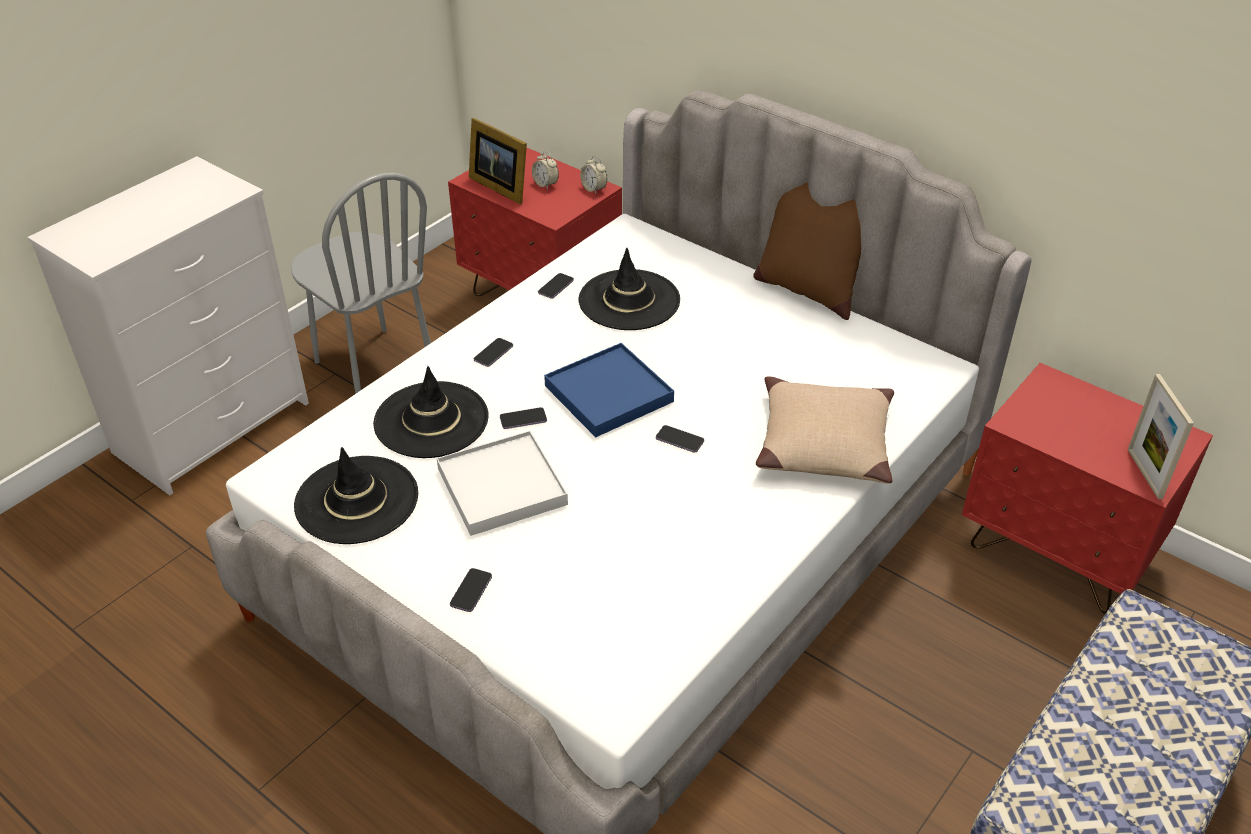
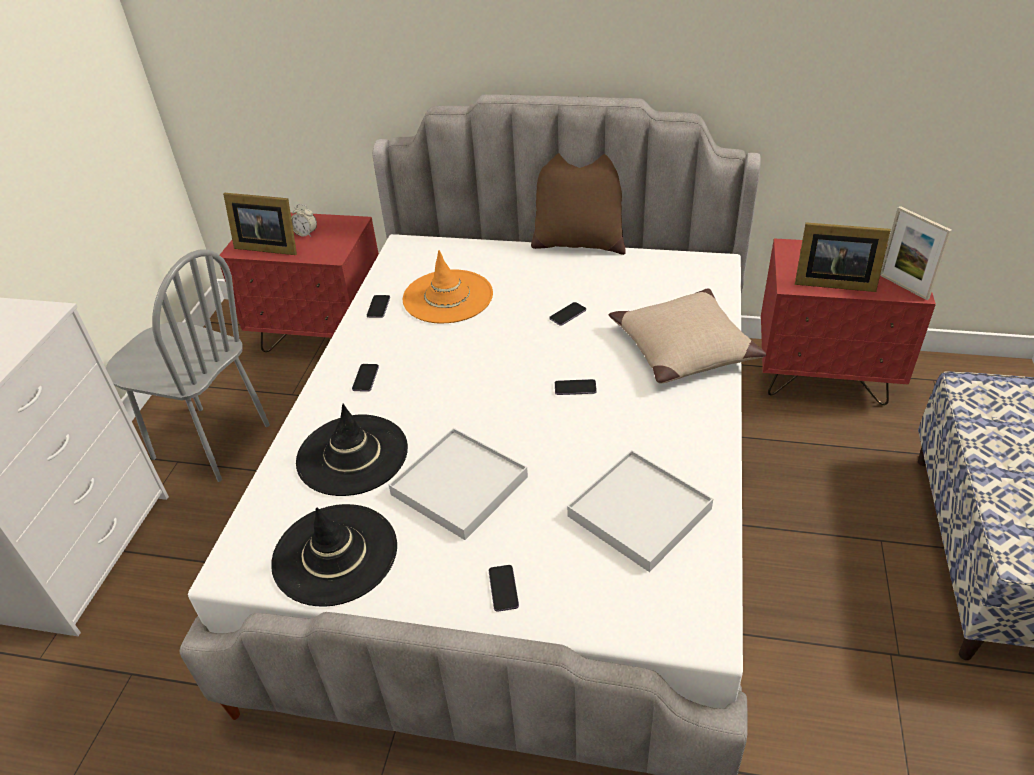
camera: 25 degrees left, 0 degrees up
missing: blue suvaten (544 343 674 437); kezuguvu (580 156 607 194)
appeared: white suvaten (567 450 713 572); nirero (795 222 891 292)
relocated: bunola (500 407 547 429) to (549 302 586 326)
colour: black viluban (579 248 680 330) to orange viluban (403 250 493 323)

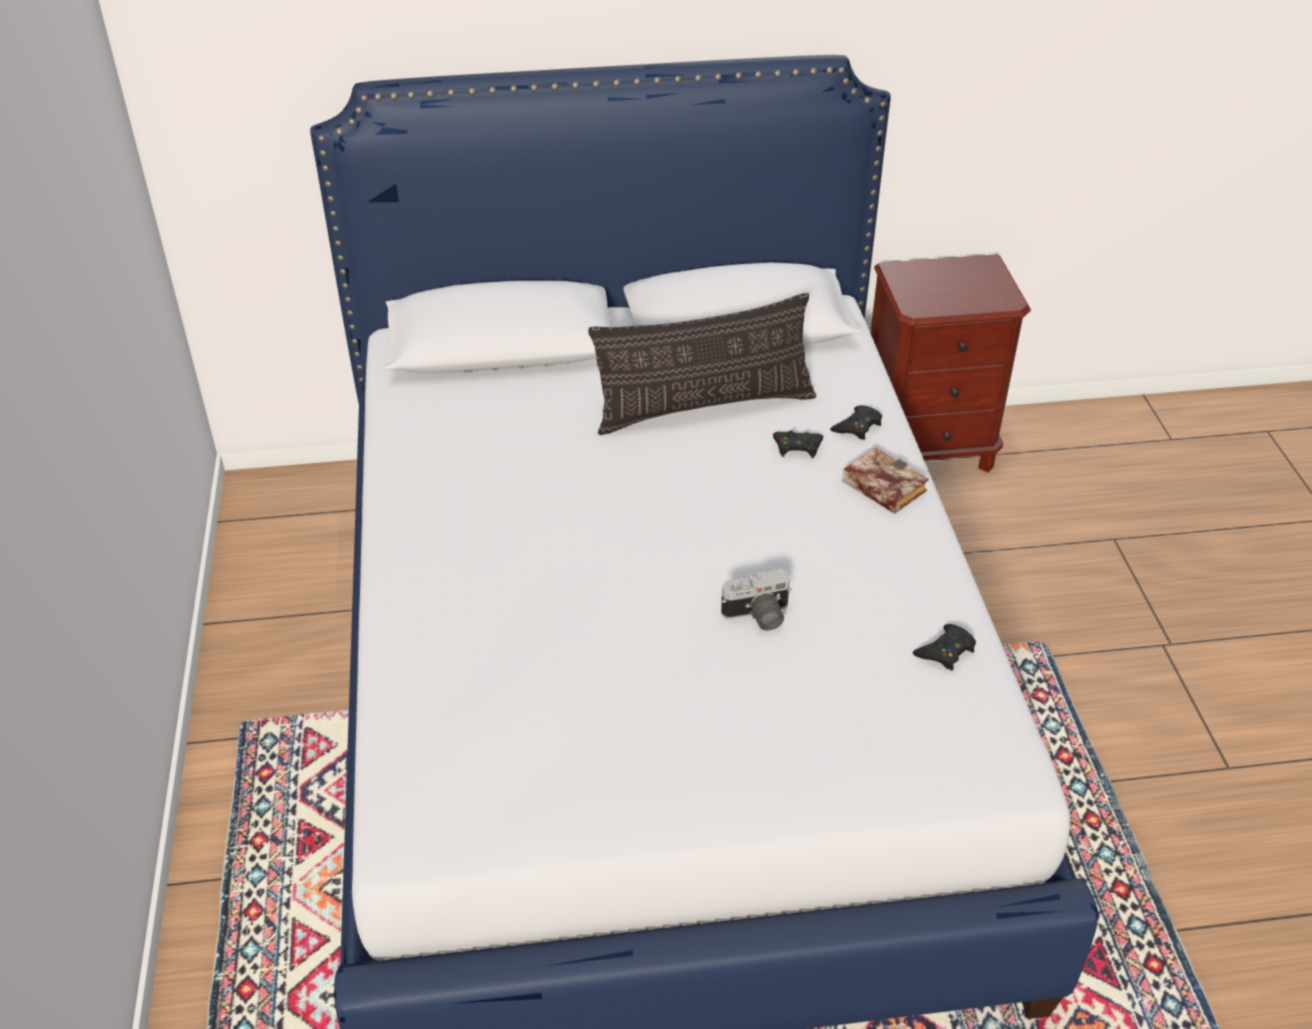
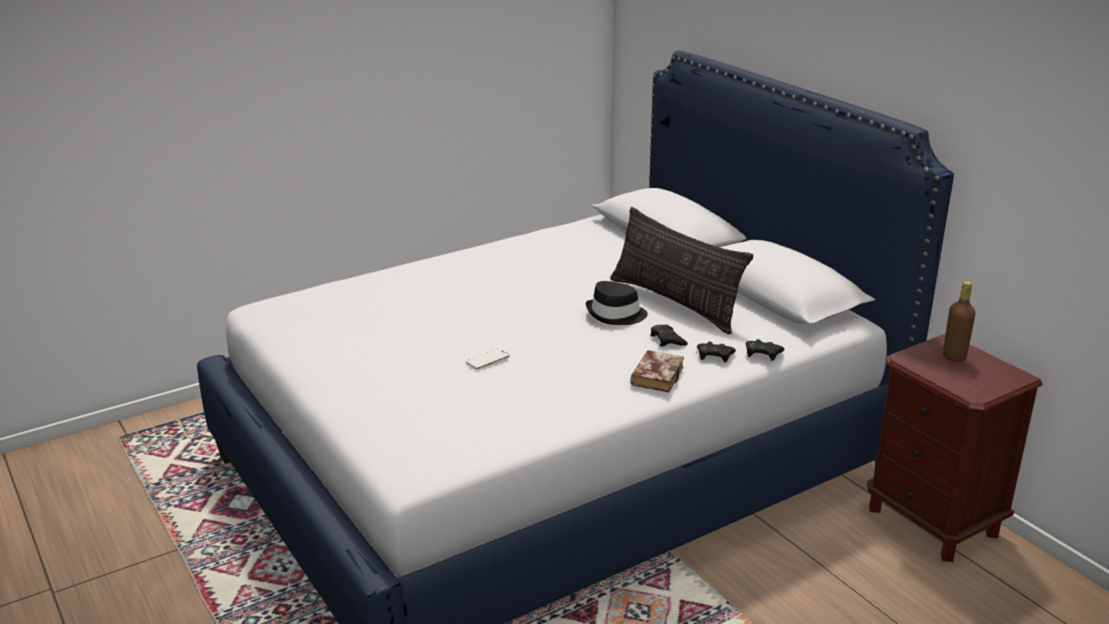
camera: 65 degrees right, 15 degrees down
appeared: black viluban (586 281 648 325); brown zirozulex (943 281 975 362)
relocated: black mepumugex (913 624 976 671) to (746 339 784 361)
exchanged: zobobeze (721 569 792 631) to bunola (466 348 510 370)

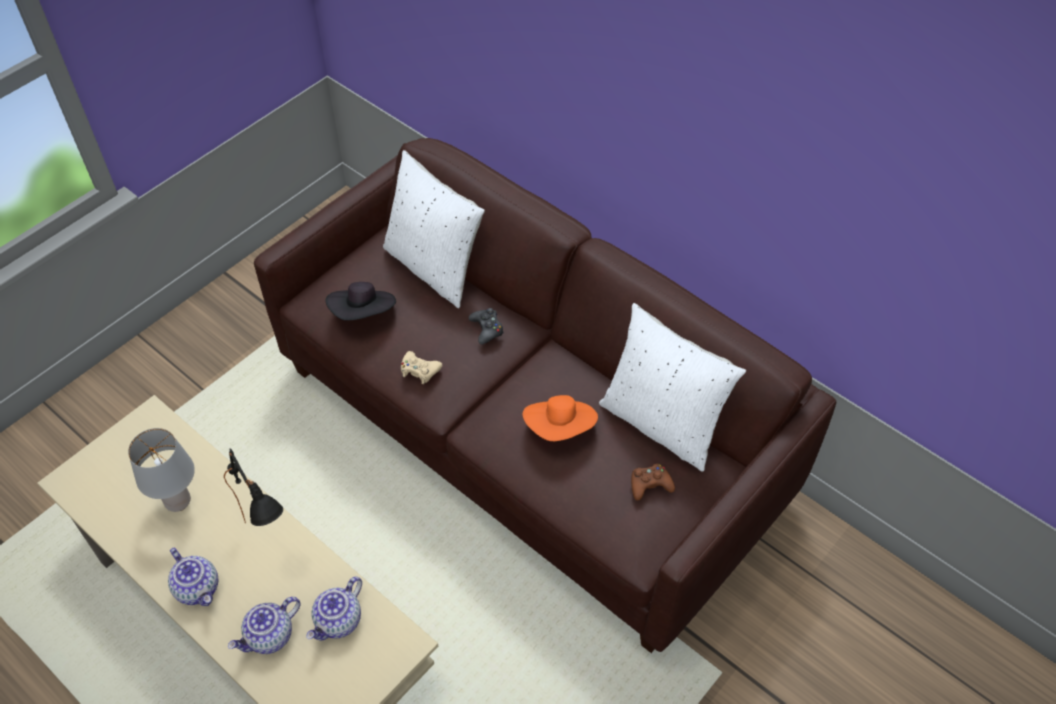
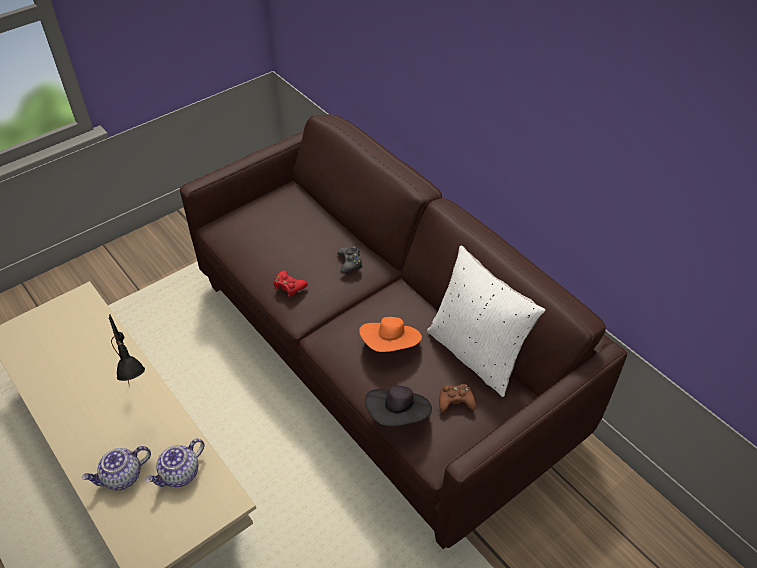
camera: 10 degrees right, 5 degrees down
missing: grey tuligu (128 428 195 512); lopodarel (168 548 218 606); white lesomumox (383 150 485 308)
relocated: black viluban (326 282 396 321) to (365 386 432 426)
colour: beige mepumugex (401 351 443 384) to red mepumugex (274 270 308 297)

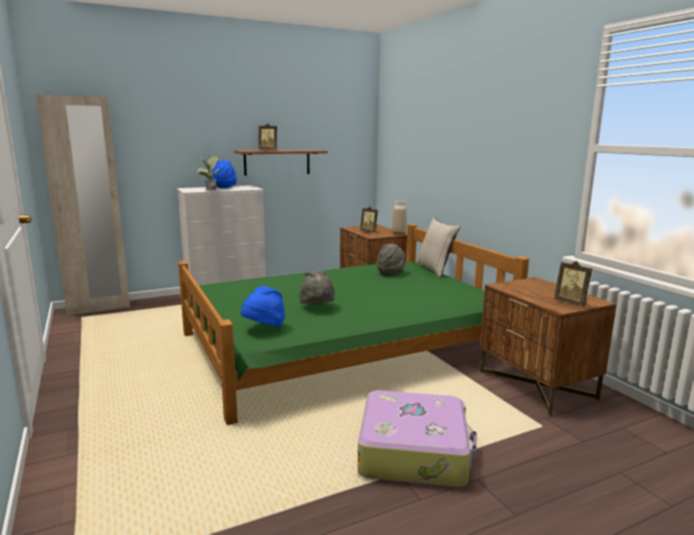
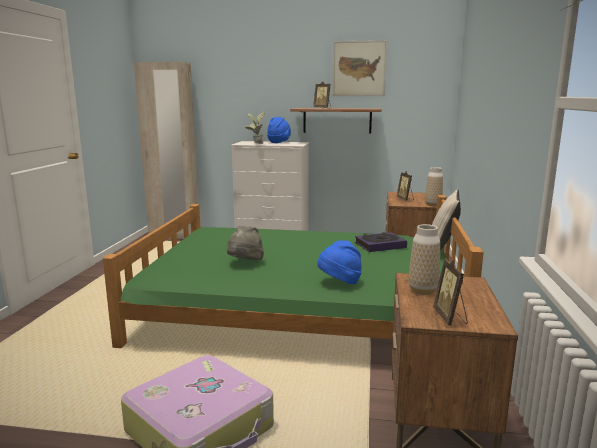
camera: 35 degrees right, 0 degrees up
appeared: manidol (332 40 387 96); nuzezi (409 224 440 295)
relocated: blue viluban (241 286 285 327) to (317 241 362 284)
exchanged: grey viluban (377 243 405 276) to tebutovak (355 232 407 252)

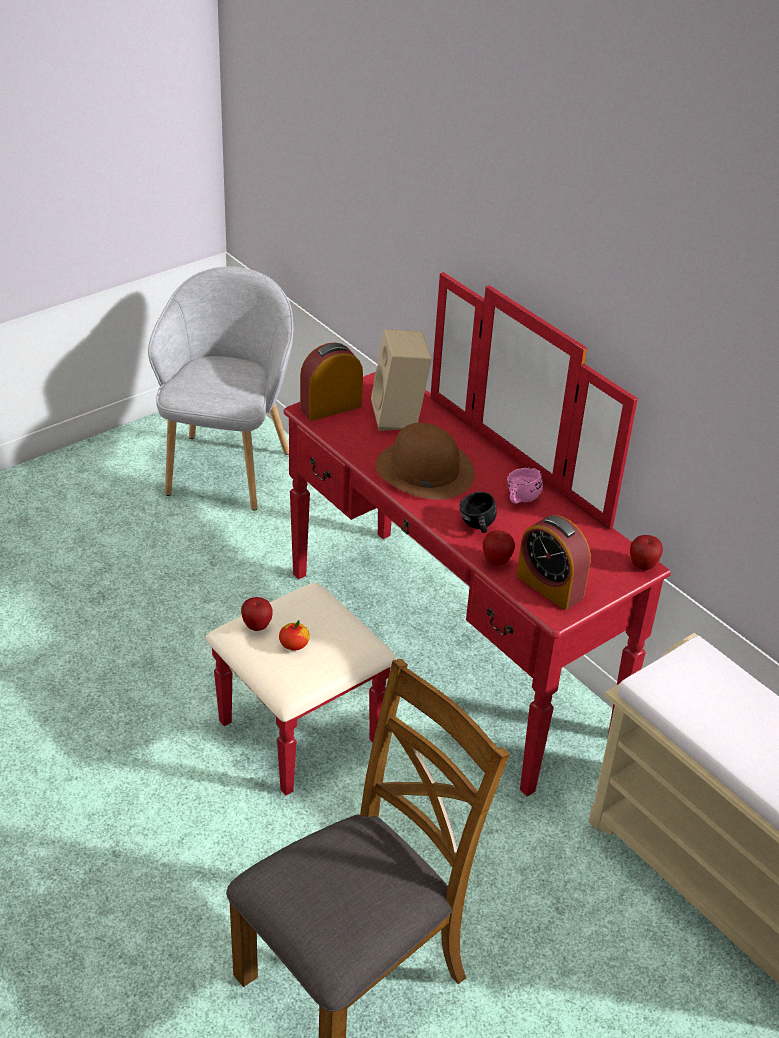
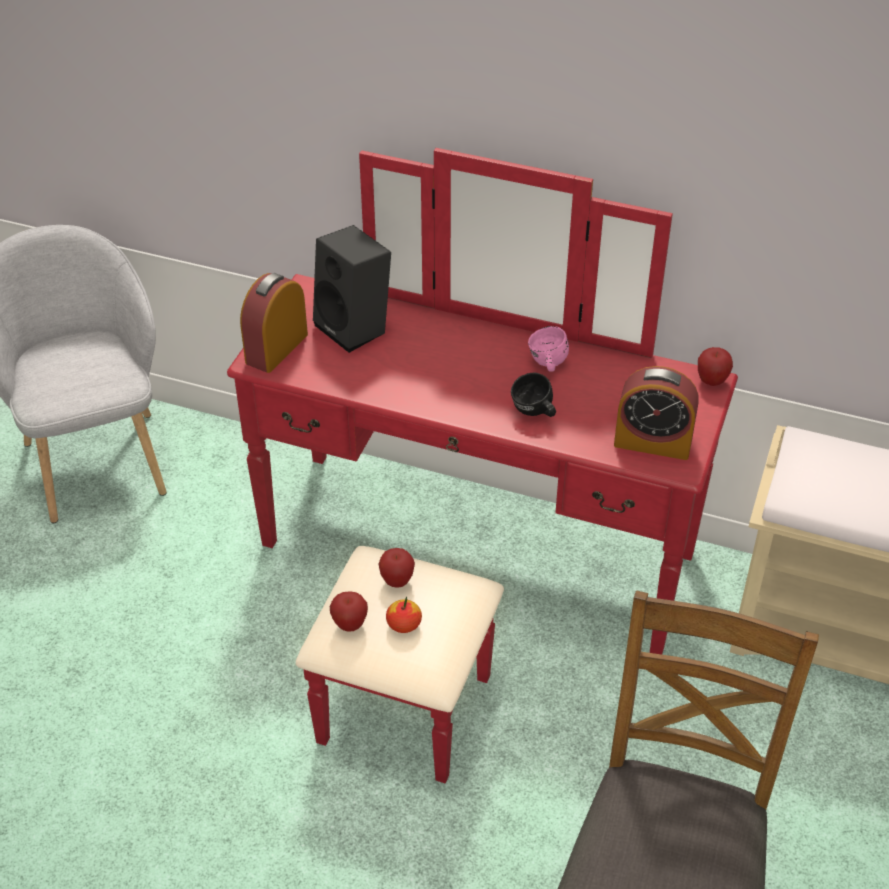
camera: 30 degrees left, 5 degrees up
missing: brown viluban (376 423 474 500)
relocated: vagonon (483 530 515 566) to (379 548 415 588)
colour: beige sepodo (371 329 432 431) to black sepodo (313 225 391 353)

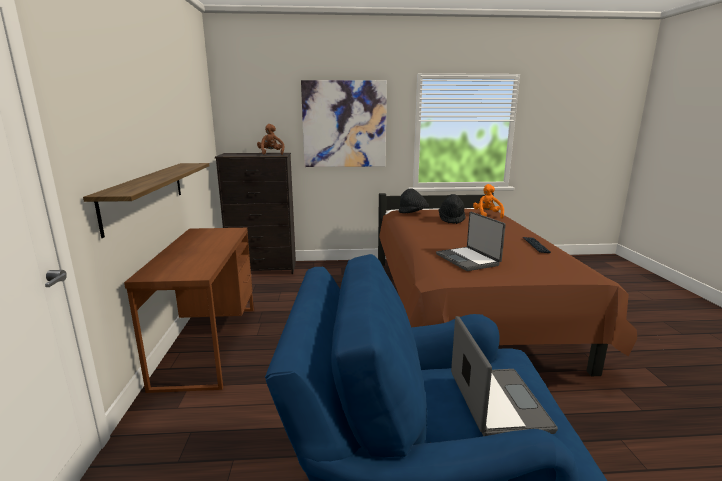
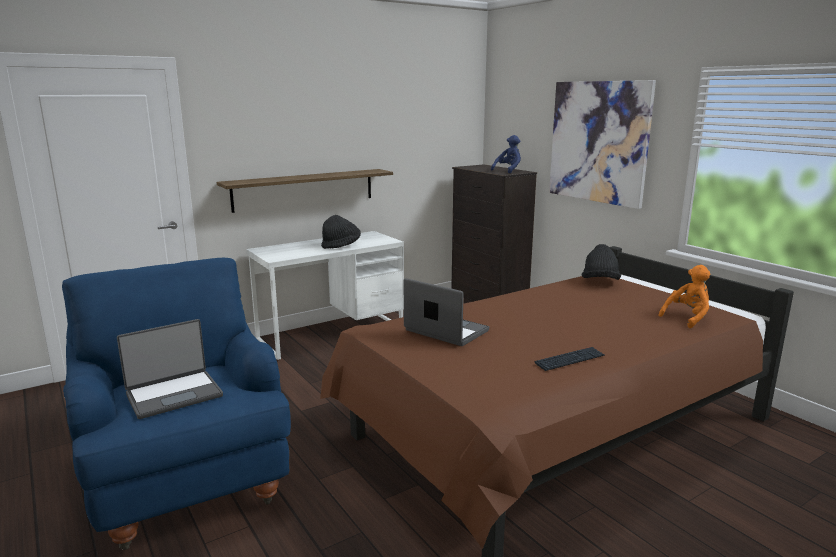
camera: 60 degrees right, 0 degrees up
relocated: black viluban (439 194 466 224) to (321 215 361 249)
colour: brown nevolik (124 228 254 393) to white nevolik (246 231 404 360); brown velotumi (257 124 284 155) to blue velotumi (491 135 521 173)
spun: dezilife (436 212 506 271) = (404 278 489 346) 90 degrees clockwise

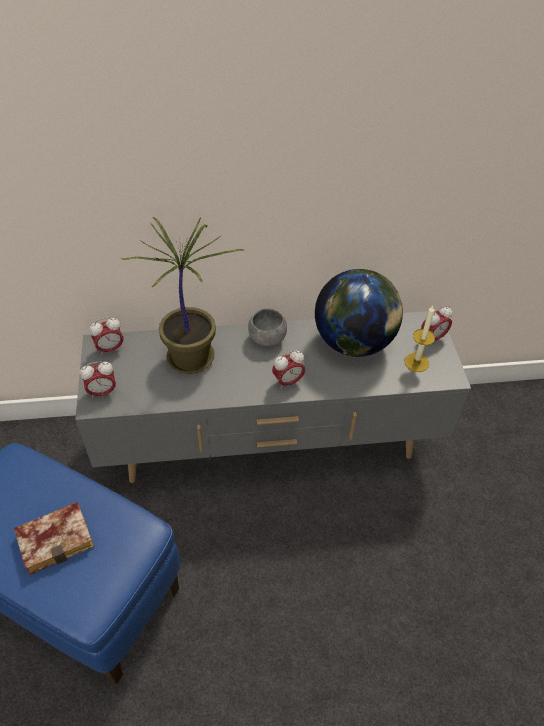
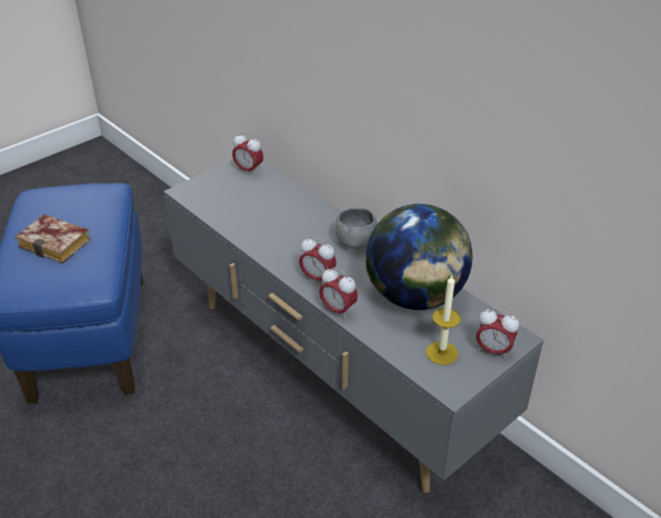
camera: 55 degrees right, 10 degrees down
missing: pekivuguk (120 217 244 374)
relocated: kezuguvu (80 361 116 399) to (319 267 358 319)

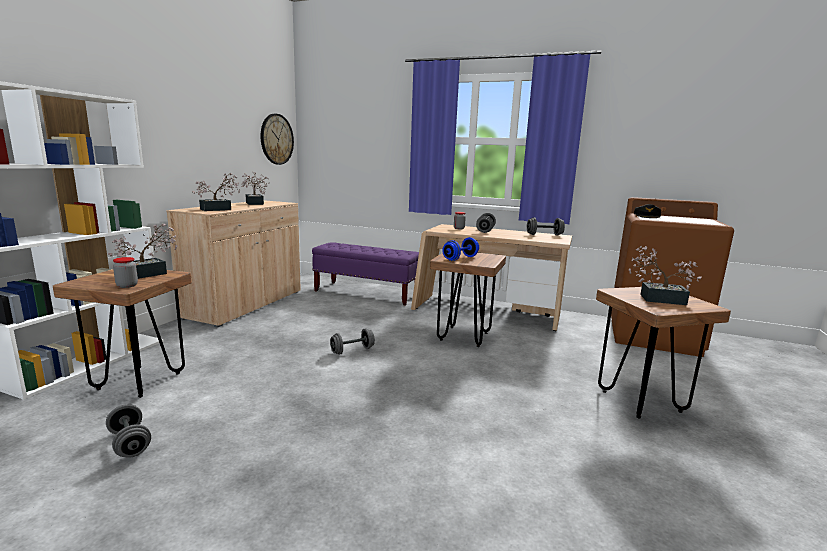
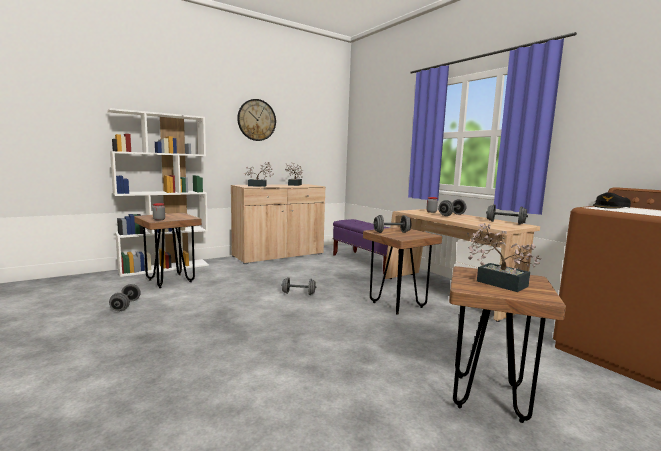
camera: 35 degrees right, 5 degrees down
missing: pekivuguk (108 224 177 279)
relocated: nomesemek (260 114 294 165) to (237 99 276 141)
colour: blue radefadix (442 237 479 261) to grey radefadix (374 215 411 233)

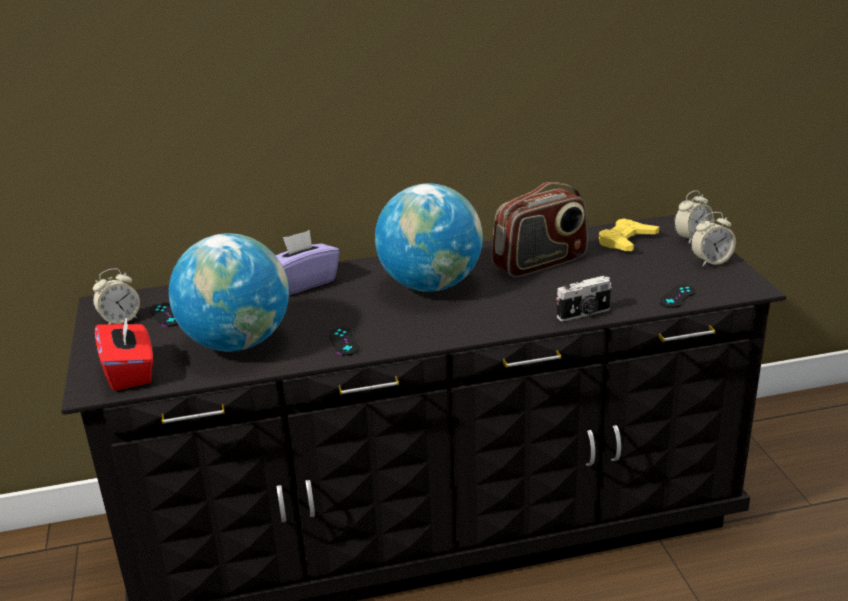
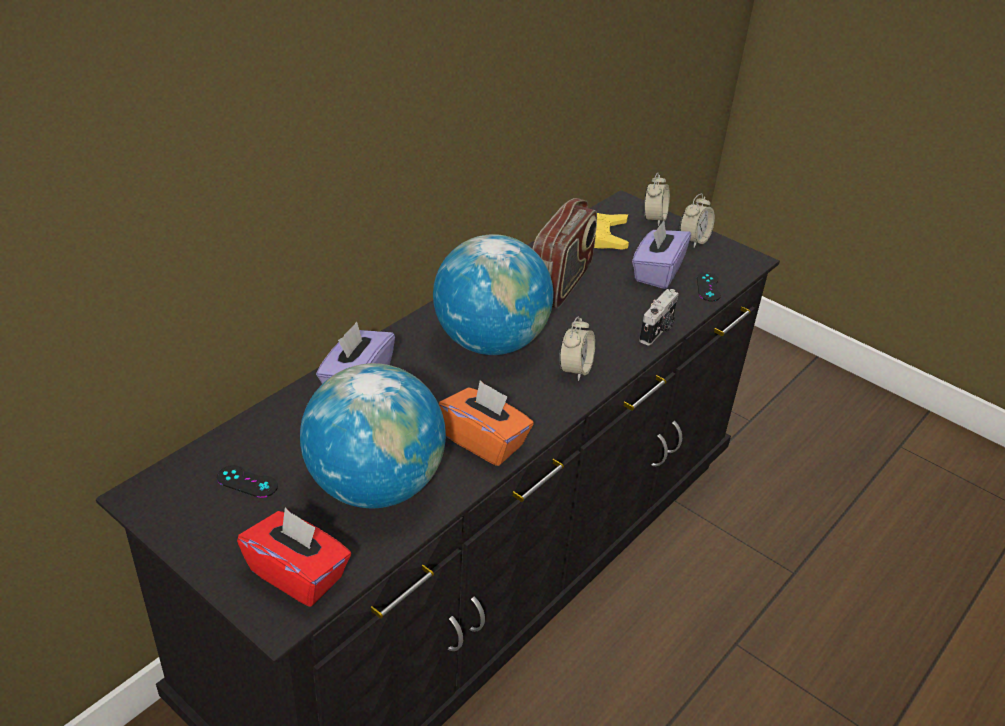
camera: 40 degrees left, 10 degrees up
appeared: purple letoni (632 220 691 289)
relocated: kezuguvu (93 269 140 324) to (559 316 595 381)
exchanged: black mepumugex (329 327 359 356) to orange letoni (439 380 534 466)

